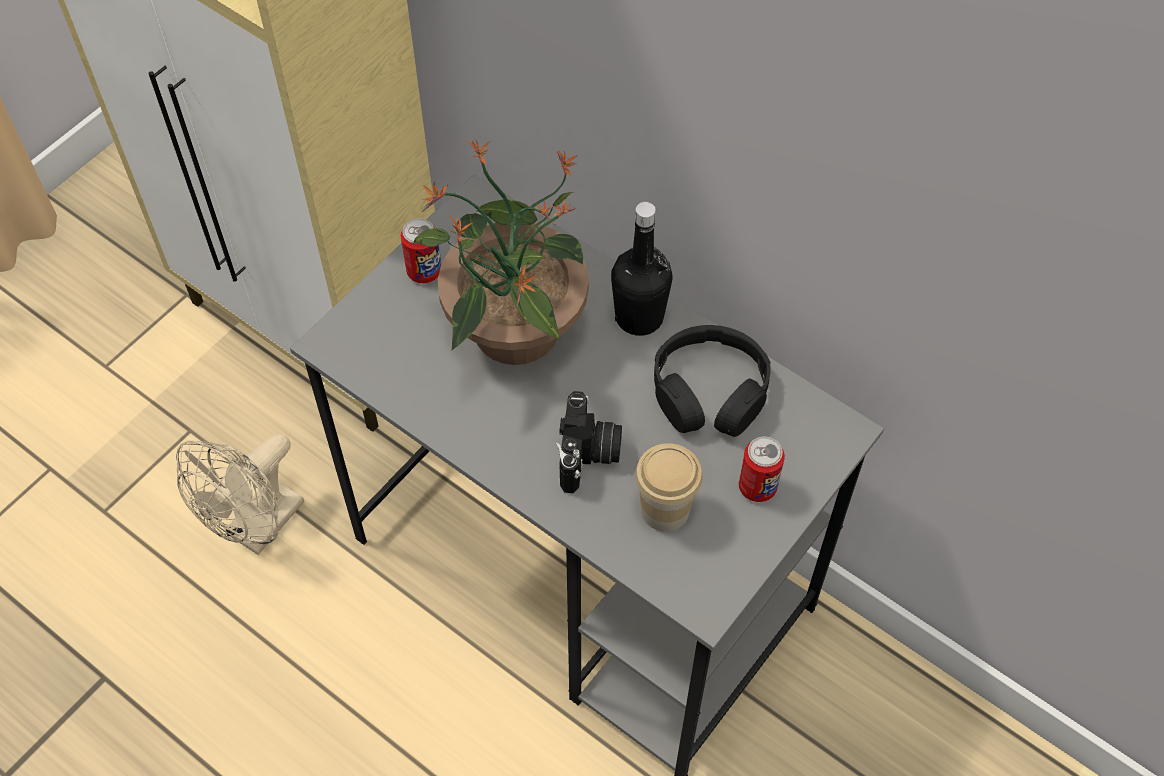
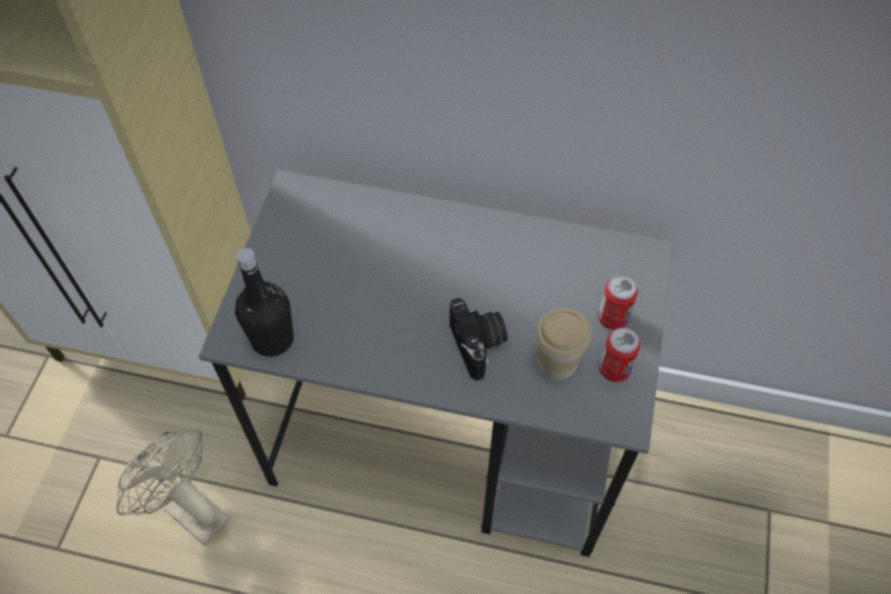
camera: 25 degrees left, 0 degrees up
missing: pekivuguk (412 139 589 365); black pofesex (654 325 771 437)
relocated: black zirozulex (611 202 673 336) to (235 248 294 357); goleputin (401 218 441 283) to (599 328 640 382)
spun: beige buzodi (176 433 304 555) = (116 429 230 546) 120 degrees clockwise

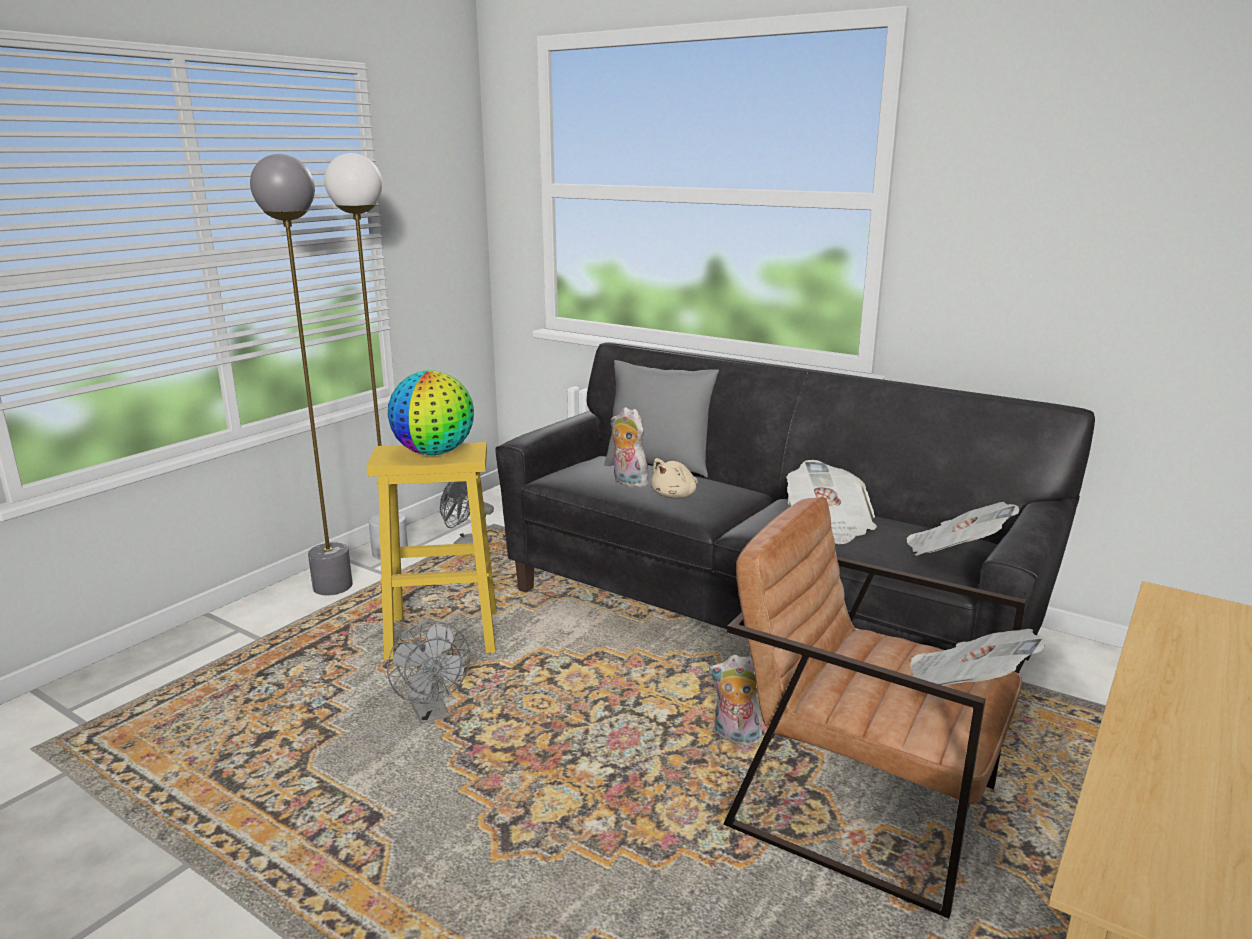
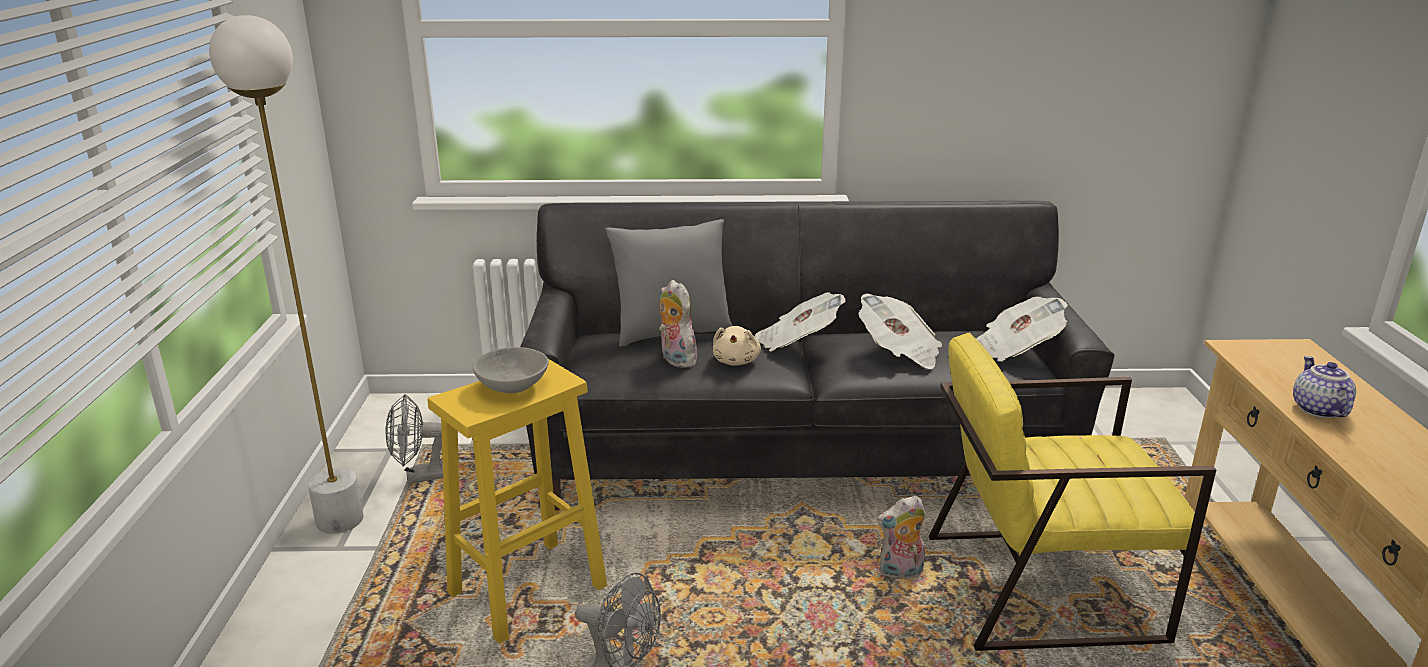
camera: 35 degrees left, 5 degrees up
missing: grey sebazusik (250 154 353 595)
appeared: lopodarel (1293 356 1356 418)
relocated: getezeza (910 629 1045 686) to (754 292 846 351)
exchanged: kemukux (388 370 474 455) to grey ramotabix (473 347 549 393)
colour: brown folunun (723 497 1027 919) to yellow folunun (929 332 1216 651)
spun: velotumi (611 407 650 488) = (659 280 697 368) 45 degrees clockwise

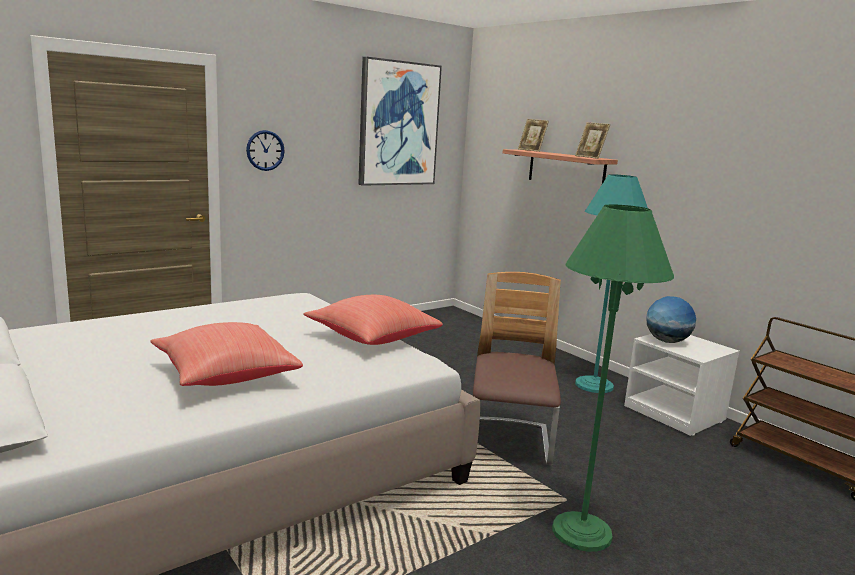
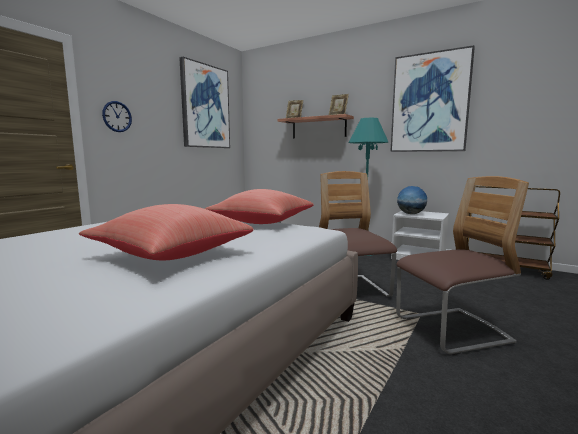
camera: 20 degrees left, 5 degrees down
appeared: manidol (390 45 475 152)
exchanged: green sebazusik (552 205 674 552) to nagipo (396 176 529 355)

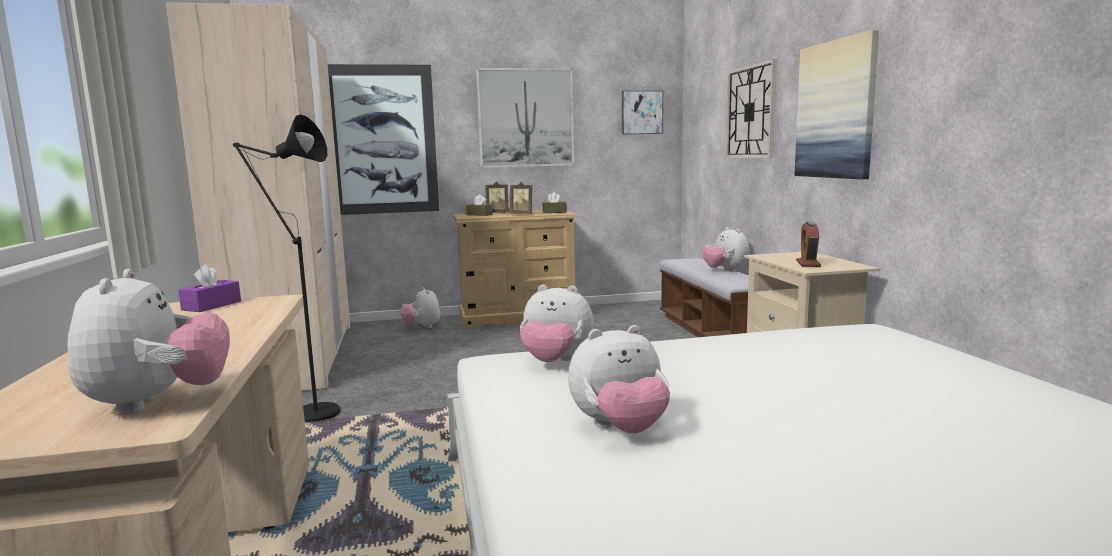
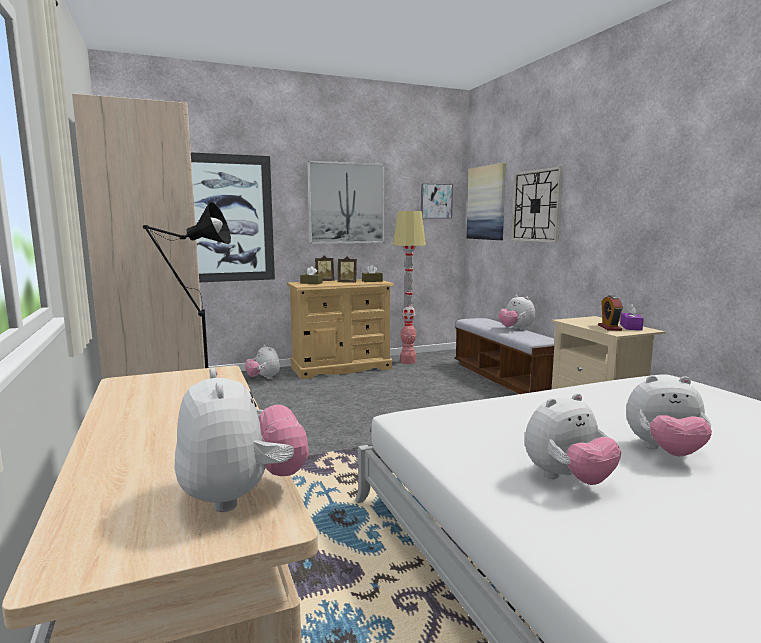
camera: 10 degrees left, 0 degrees up
appeared: sebazusik (393 211 426 364)
relocated: manidol (795 30 879 179) to (466 163 506 240); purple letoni (178 264 241 312) to (620 304 644 330); velotumi (520 284 593 362) to (626 375 712 456)

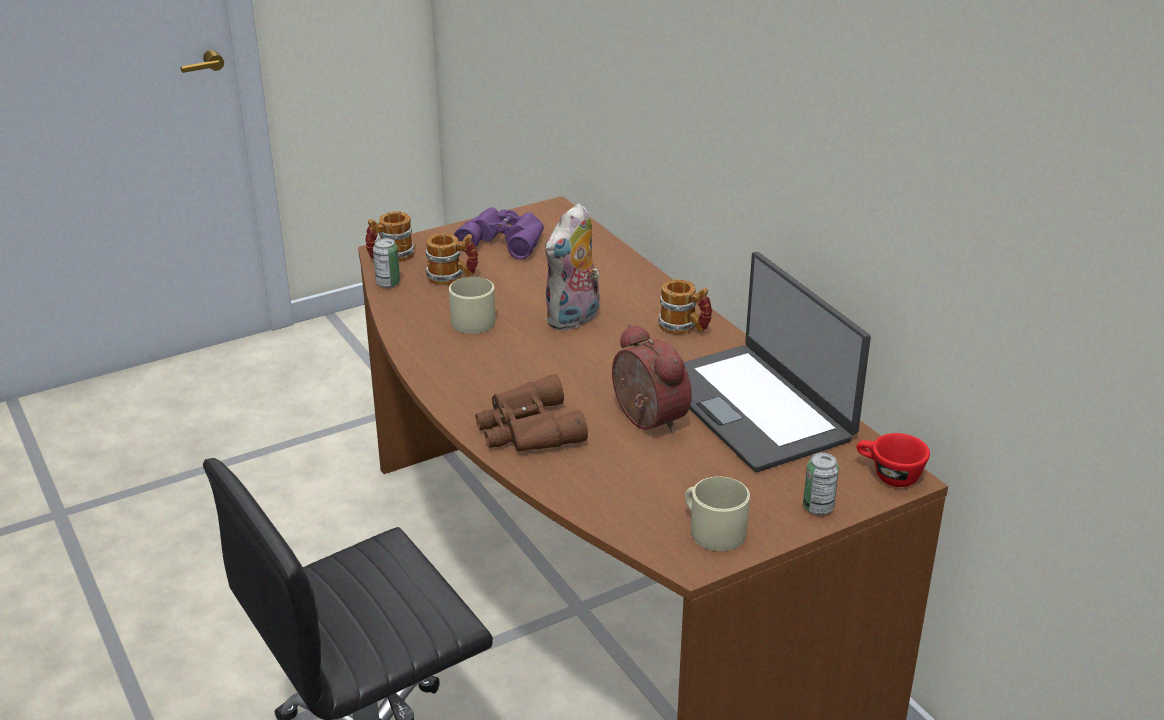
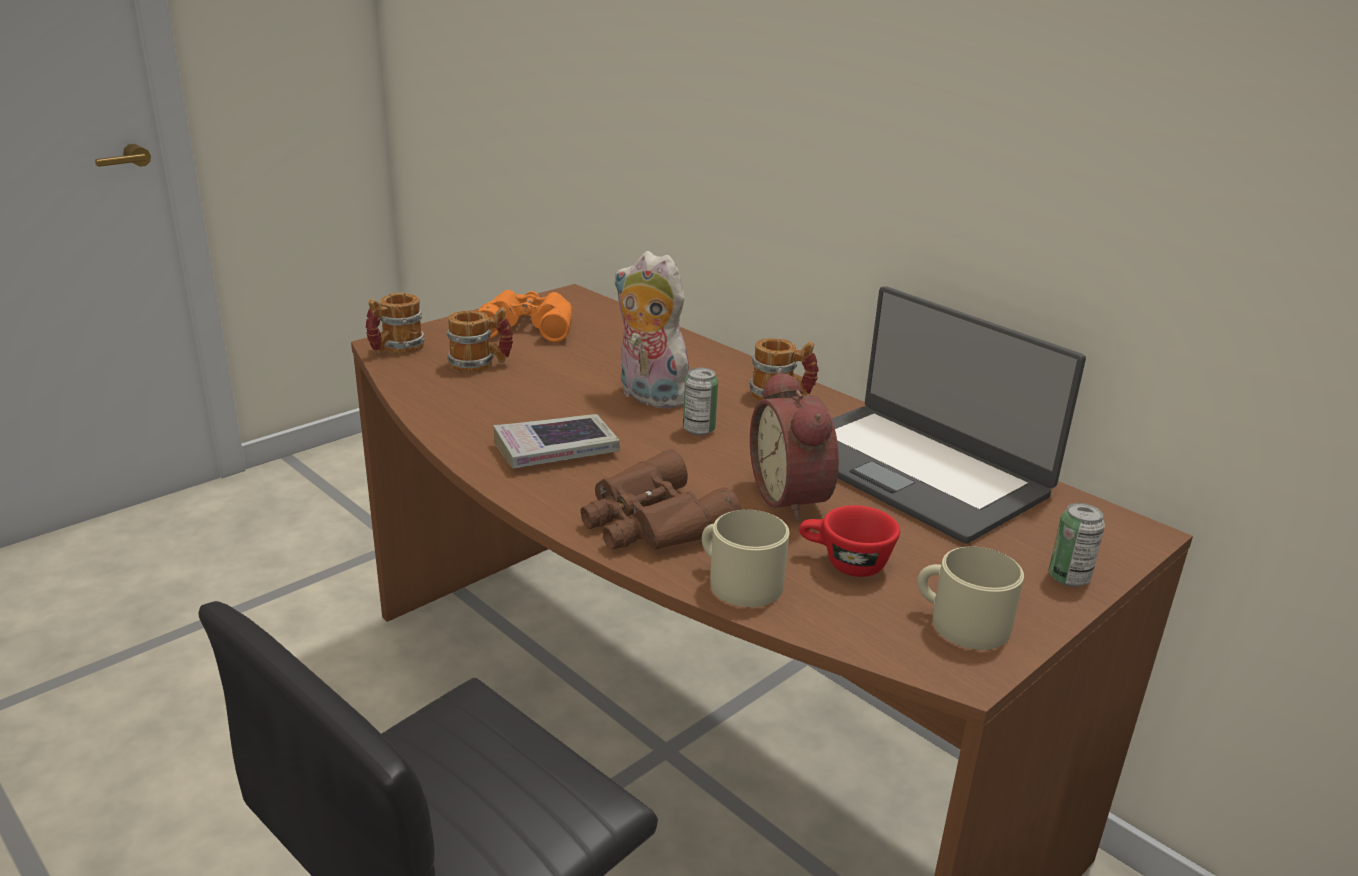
camera: 15 degrees left, 5 degrees down
appeared: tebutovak (493 414 620 468)
relocated: goleputin (373 238 400 288) to (683 368 718 435); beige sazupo (449 277 495 334) to (702 510 789 607); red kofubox (856 433 930 487) to (799 505 900 577)
colour: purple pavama (454 207 544 259) to orange pavama (477 290 572 342)
spun: velotumi (545 203 600 331) = (614 251 689 409) 105 degrees clockwise; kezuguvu (612 324 692 434) = (750 370 839 521) 150 degrees counterclockwise

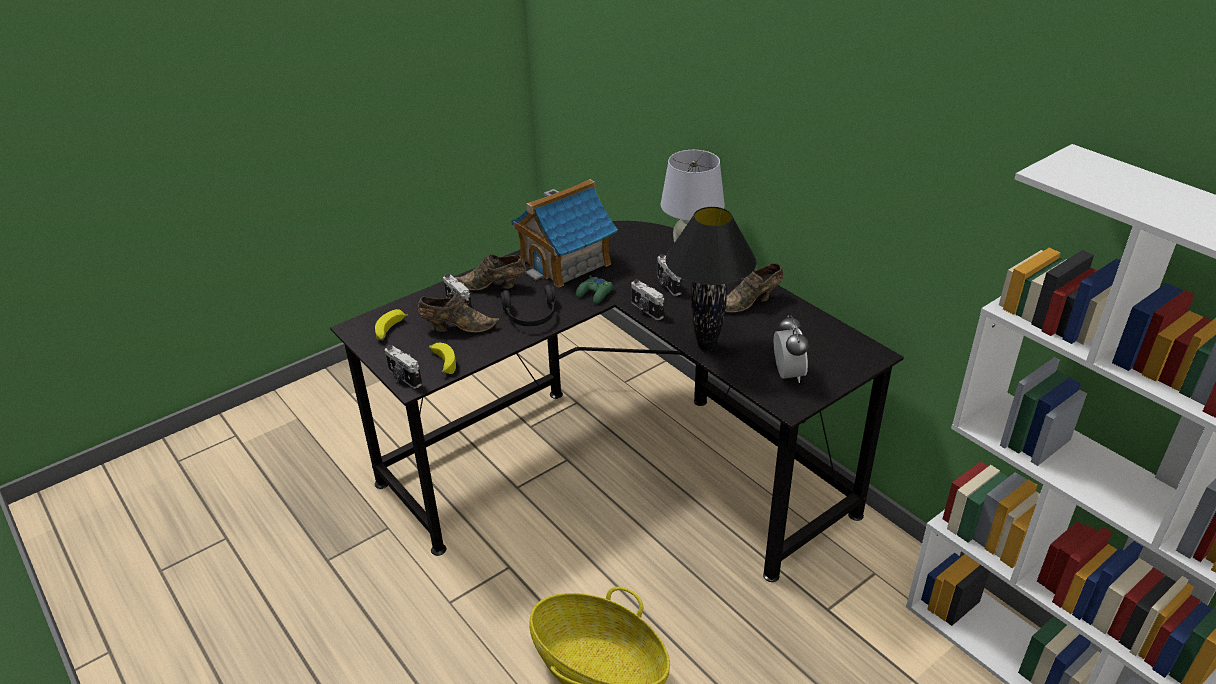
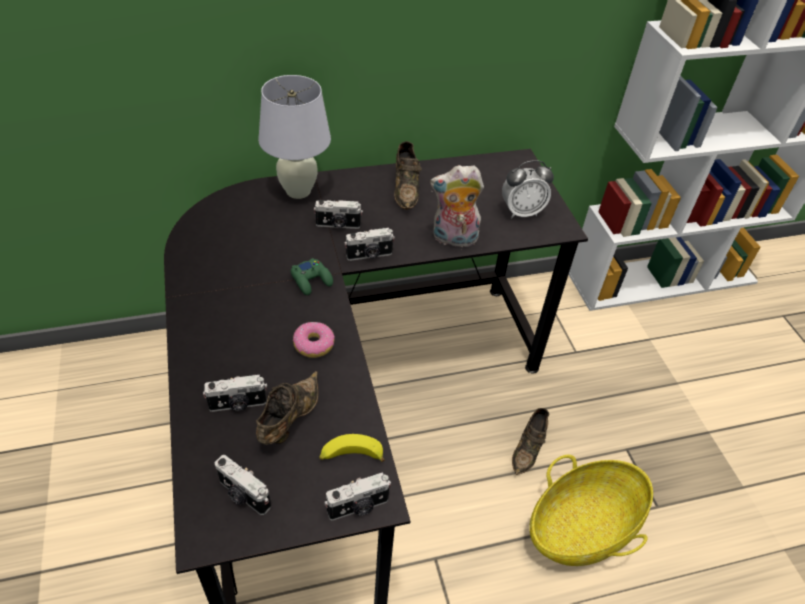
camera: 70 degrees left, 10 degrees up
missing: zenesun (511 179 618 288)
relocated: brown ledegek (454 254 526 291) to (512 408 549 475)
exchanged: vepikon (375 309 408 340) to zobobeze (215 455 271 515); black pofesex (501 285 555 326) to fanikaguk (293 322 335 358); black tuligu (665 207 756 350) to velotumi (430 165 484 247)
spun: kezuguvu (774 315 809 383) = (502 160 554 218) 150 degrees clockwise

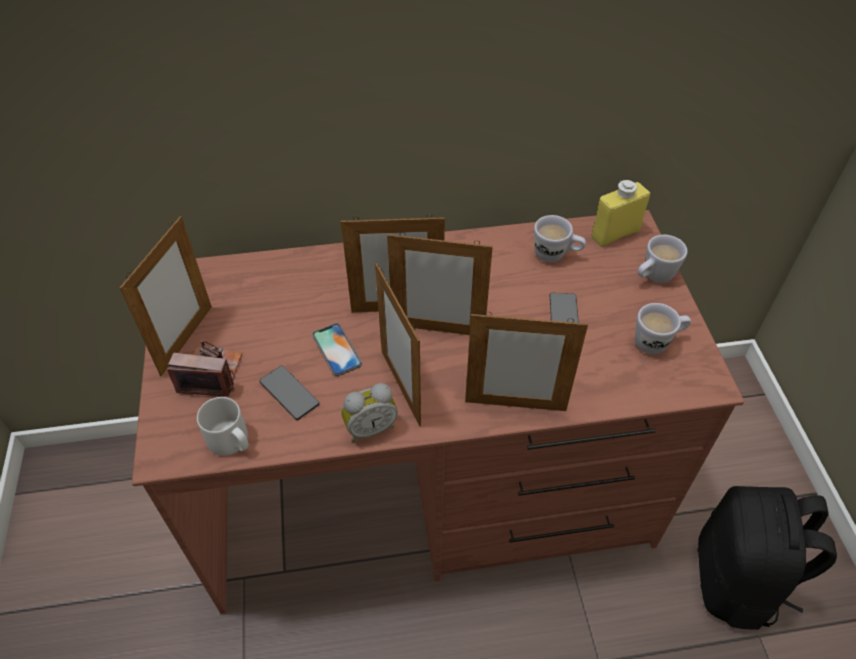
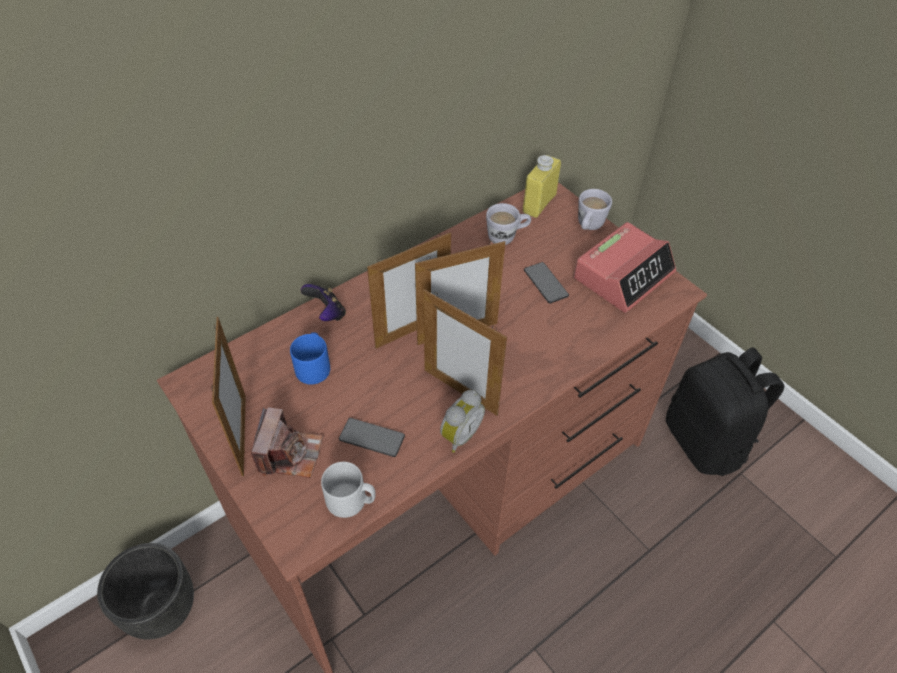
camera: 30 degrees left, 0 degrees up
missing: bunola (312 323 362 376); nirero (465 312 588 411)
appeared: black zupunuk (97 543 194 640); blue sazupo (290 332 330 385); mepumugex (301 284 346 321)
exchanged: white sazupo (635 303 691 354) to kezuguvu (574 222 676 313)
spun: zobobeze (167 340 242 397) = (250 407 323 478) 120 degrees clockwise

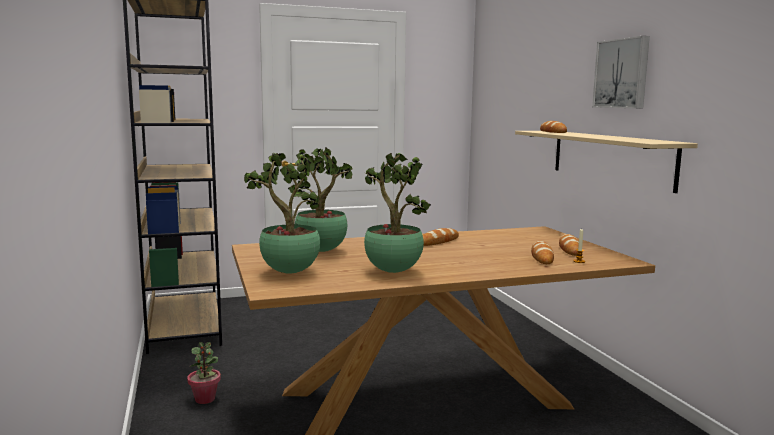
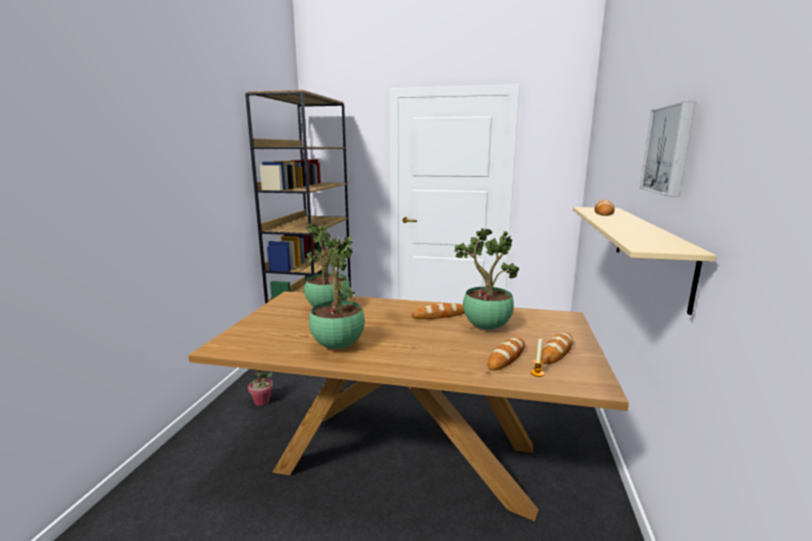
camera: 30 degrees right, 5 degrees up
relocated: pekivuguk (244 153 320 273) to (455 228 519 330)

